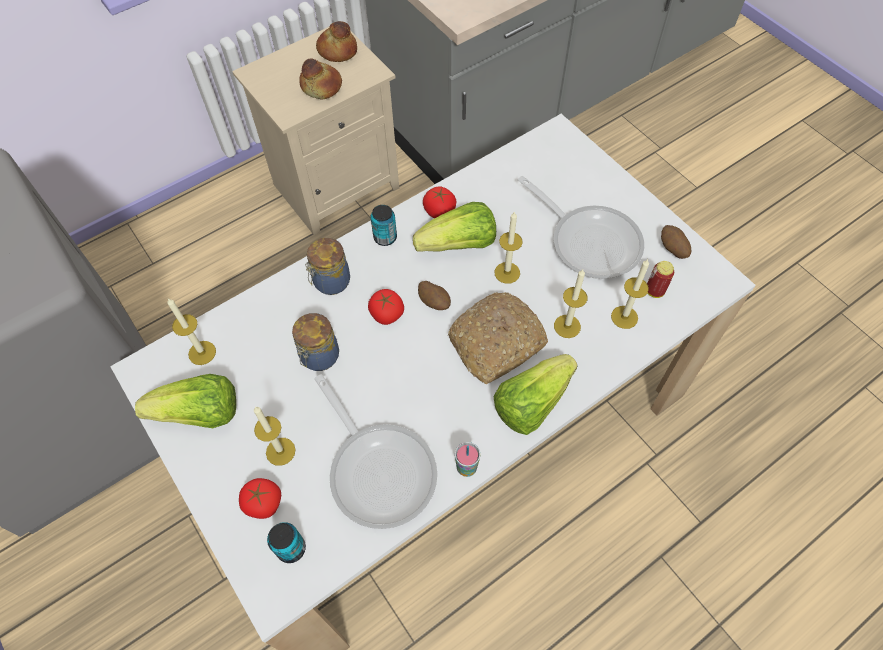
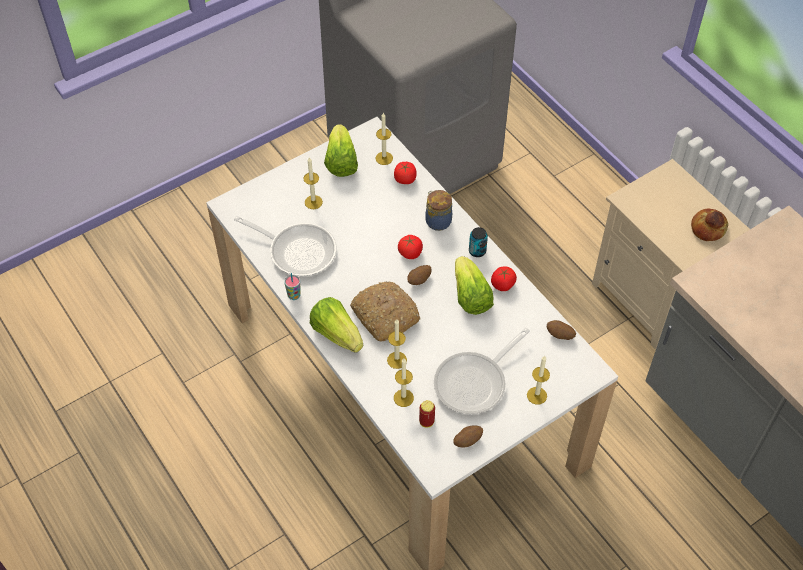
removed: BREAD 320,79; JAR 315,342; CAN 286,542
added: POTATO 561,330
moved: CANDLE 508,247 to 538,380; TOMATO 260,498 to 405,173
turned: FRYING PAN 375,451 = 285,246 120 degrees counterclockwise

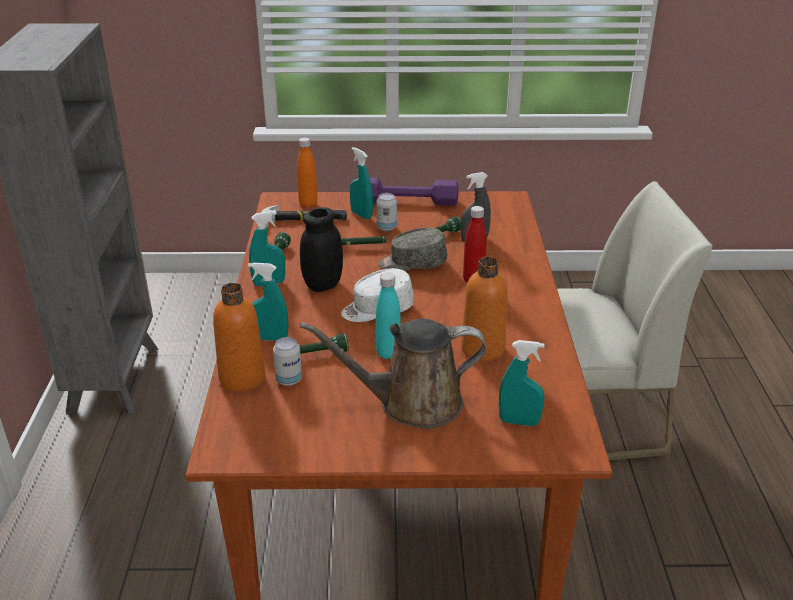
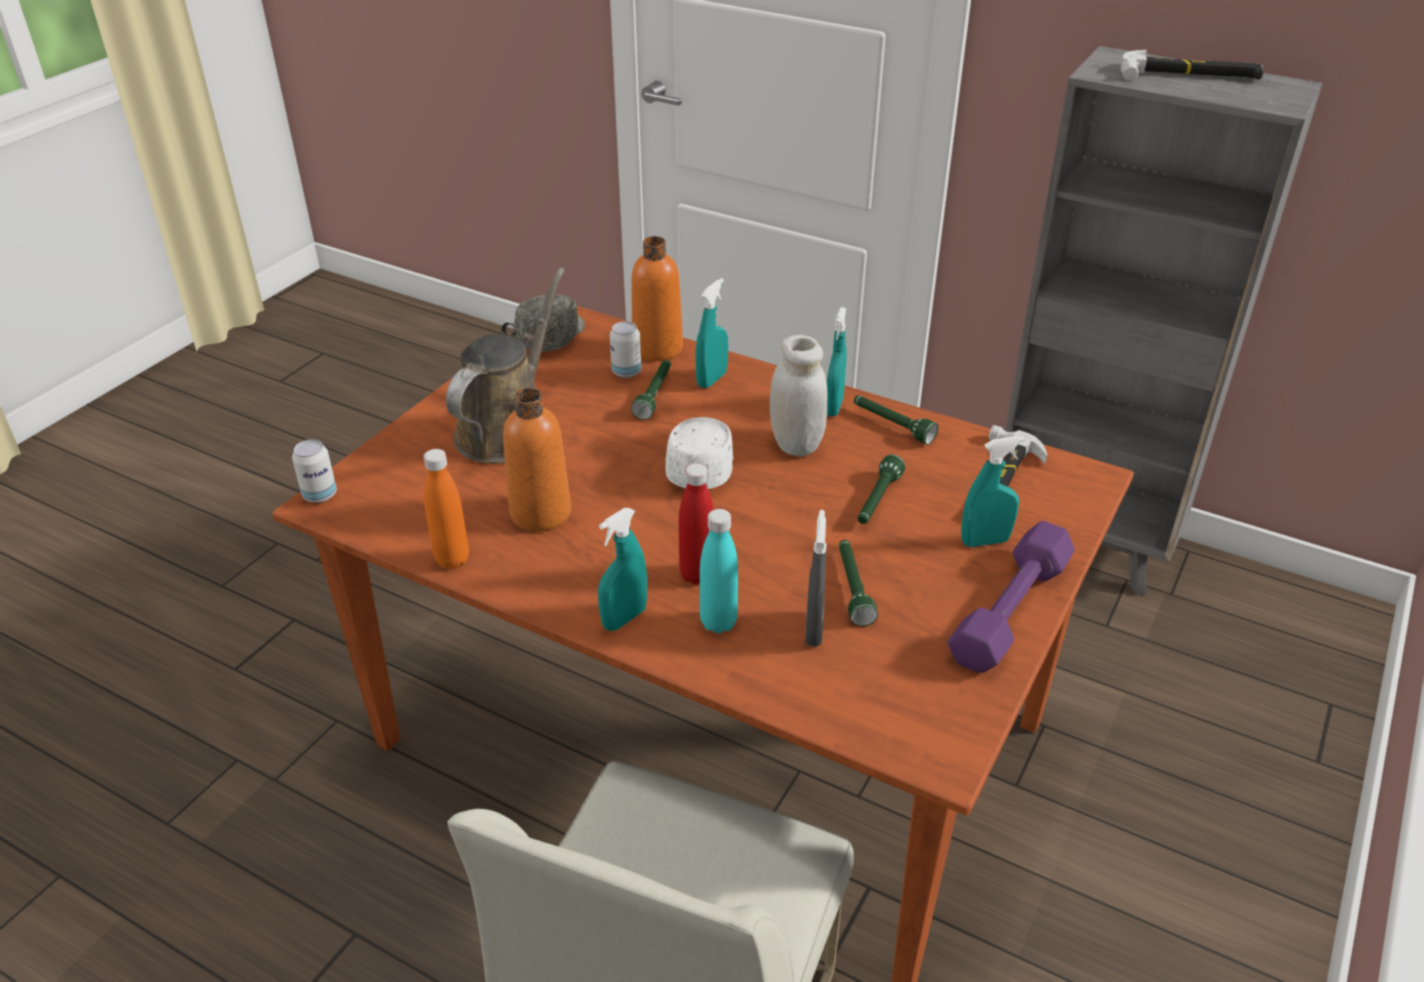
added: HAMMER 1192,65
moved: ORANGE BOTTLE 307,172 to 446,509; CAN 386,212 to 314,471; GREY CAP 412,249 to 549,323; TURQUOISE BOTTLE 388,316 to 719,571; TURQUOISE SPRAY BOTTLE 522,383 to 622,569
recoloured: BLACK JAR 321,249 to WHITE JAR 799,395

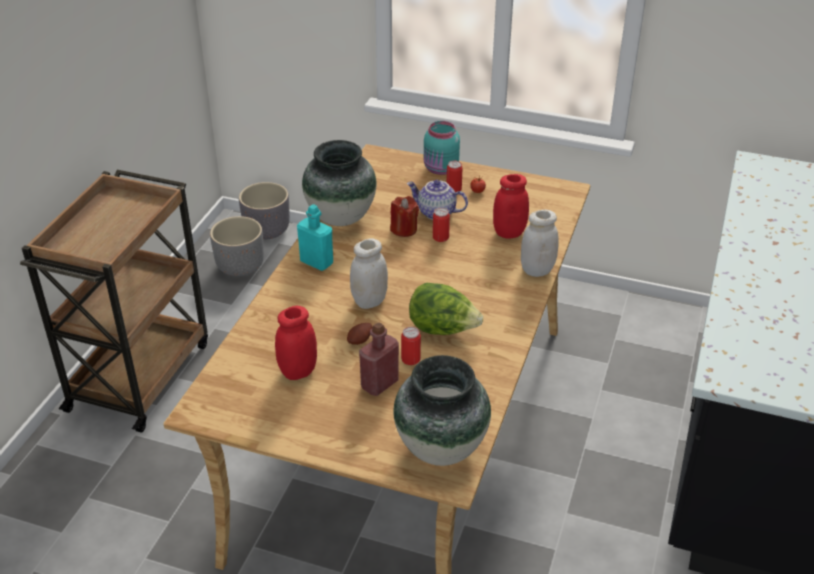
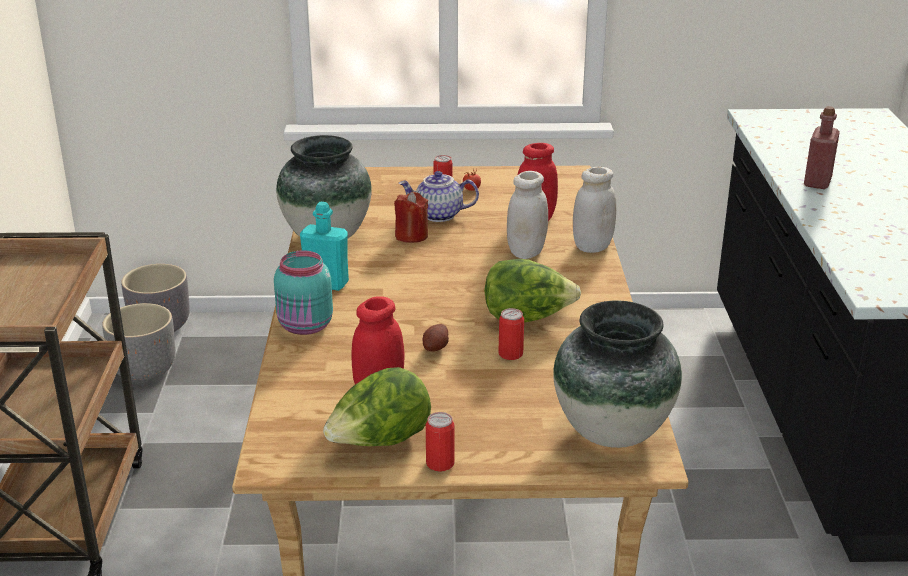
added: LETTUCE 377,406
moved: TURQUOISE JAR 442,148 to 303,292; CAN 441,225 to 440,442; WHITE JAR 369,273 to 527,215; RED BOTTLE 379,359 to 822,147

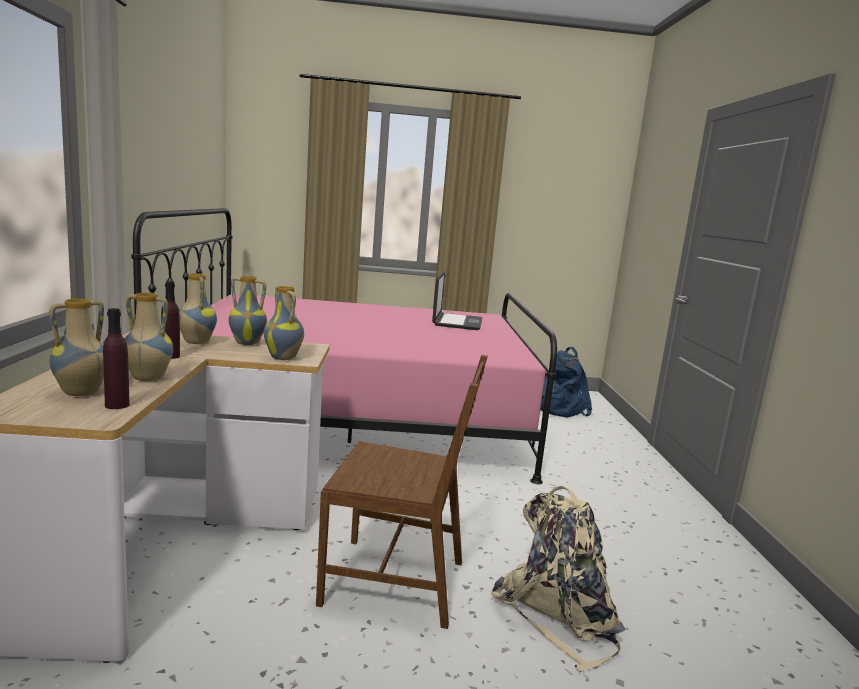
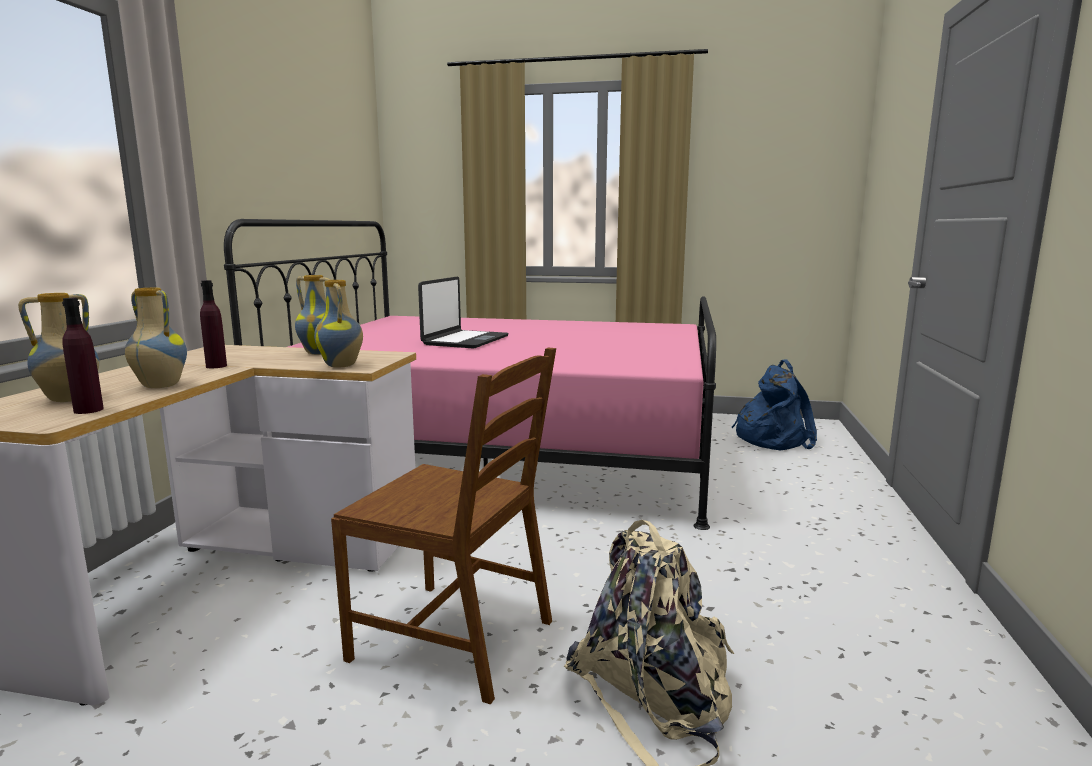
removed: VASE 198,308
moved: LAPTOP 457,301 to 463,312

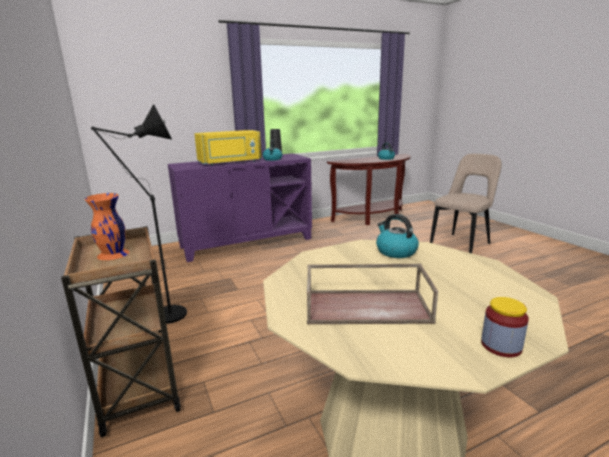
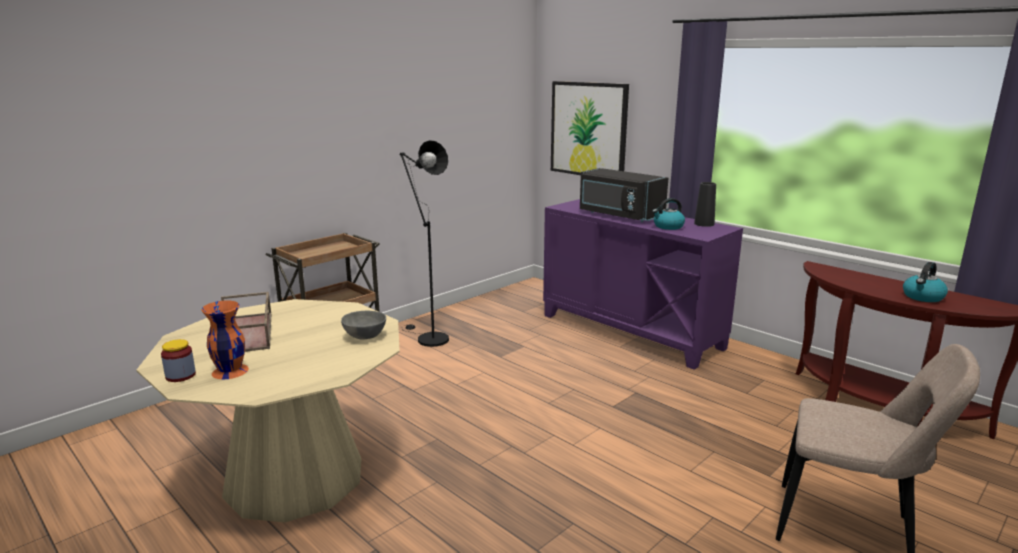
added: PICTURE 590,128
moved: ORANGE VASE 107,226 to 225,340
replaced: KETTLE 397,236 to GREY BOWL 363,325
recoloured: YELLOW MICROWAVE 227,148 to BLACK MICROWAVE 624,195

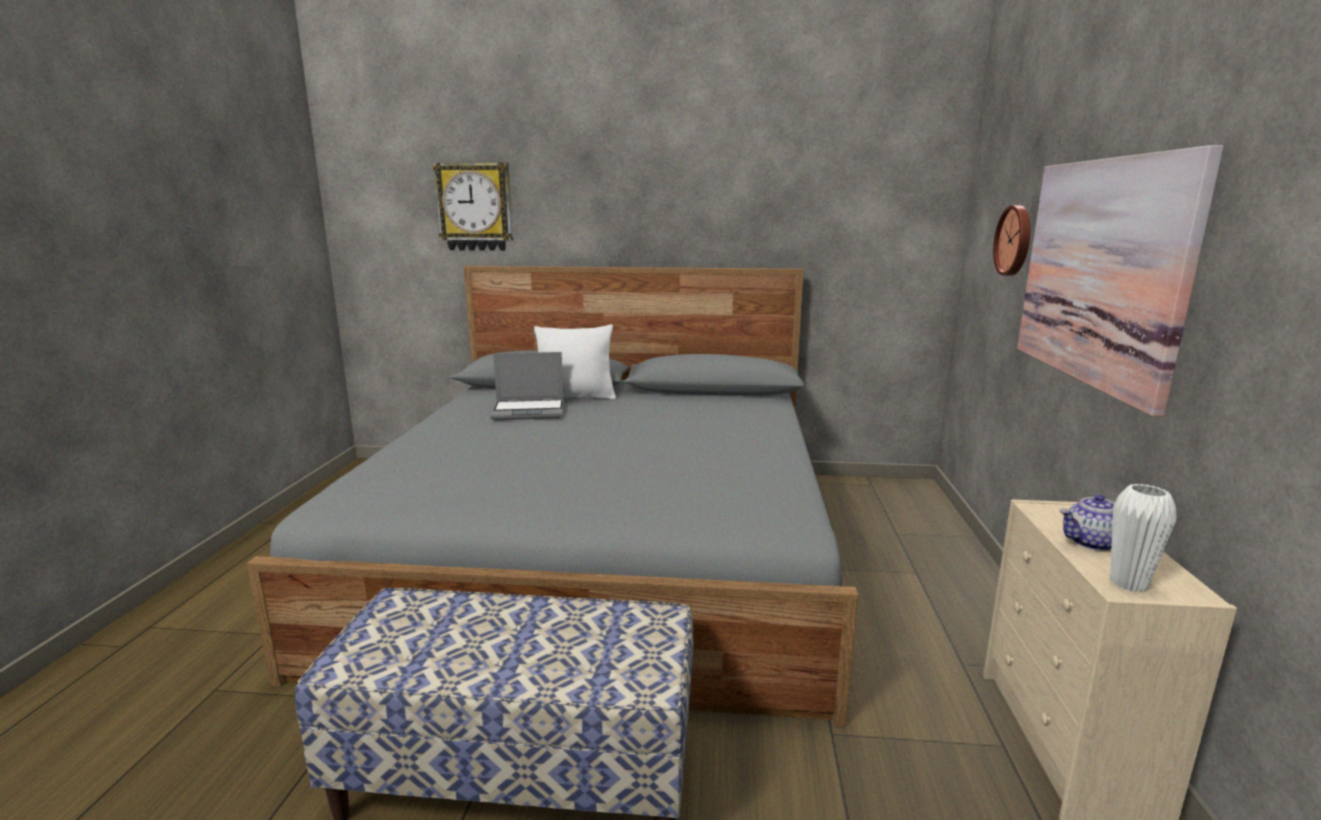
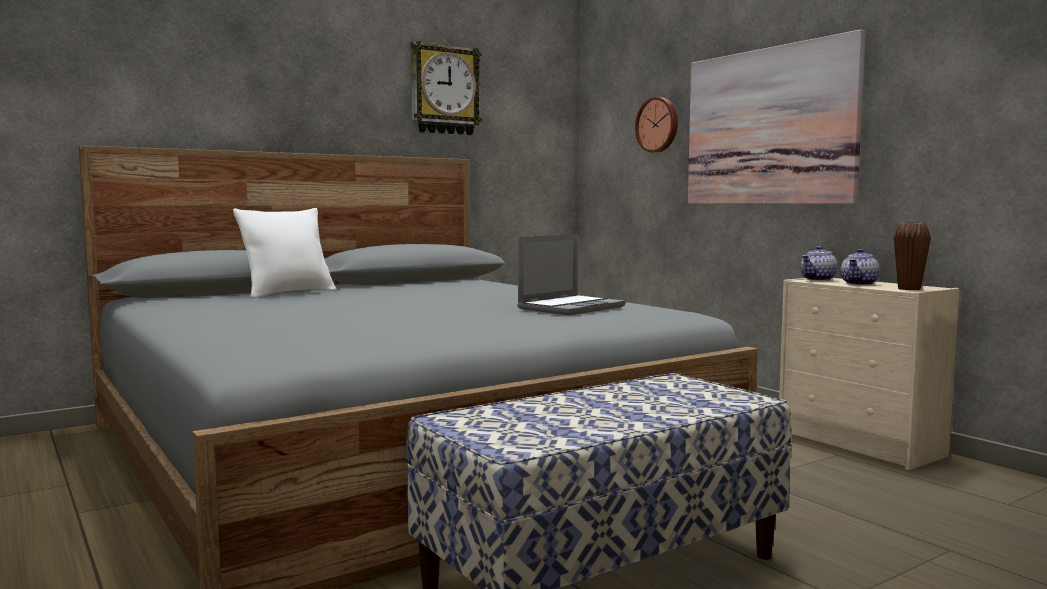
added: TEAPOT 819,263
moved: WALL CLOCK 473,206 to 446,88; LAPTOP 527,386 to 571,274
recoloured: WHITE VASE 1143,538 to BROWN VASE 912,256

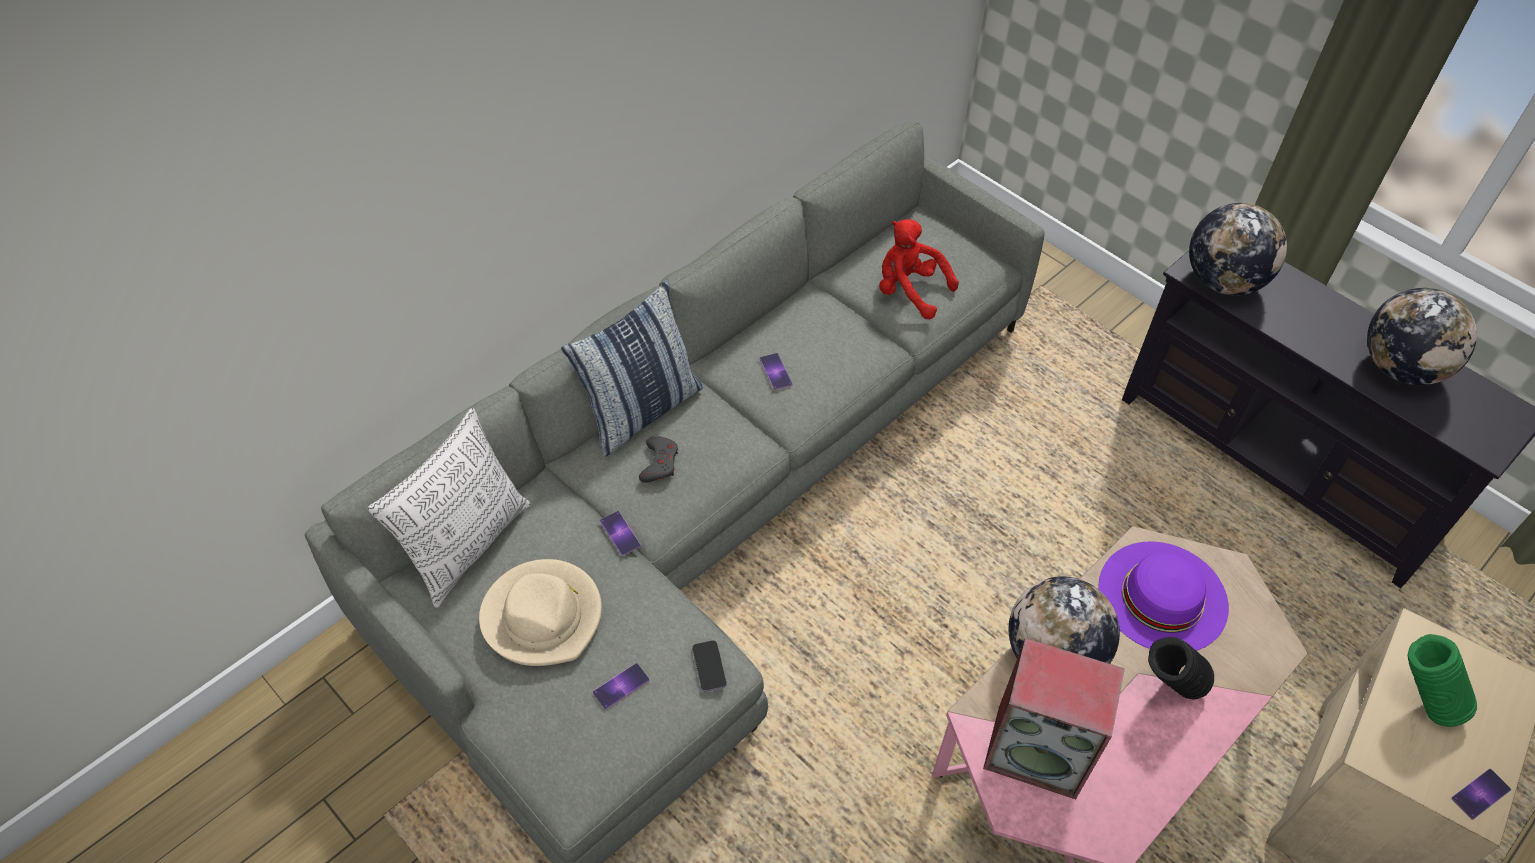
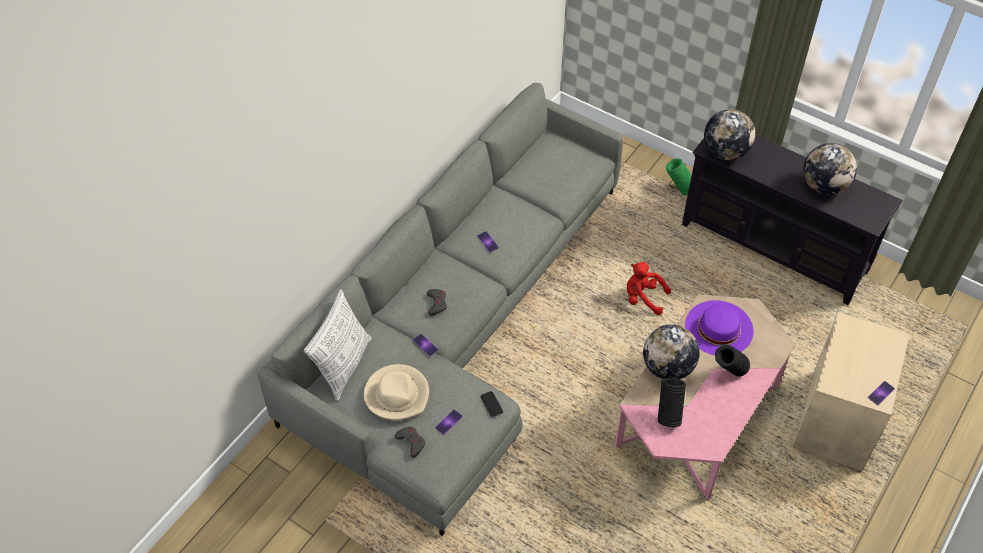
removed: PILLOW 632,368
added: GREY GAME CONTROLLER 410,442
moved: RED PLUSH TOY 919,269 to 649,288; GREEN VASE 1442,680 to 679,176
replaced: SPEAKER 1054,718 to BLACK VASE 672,402

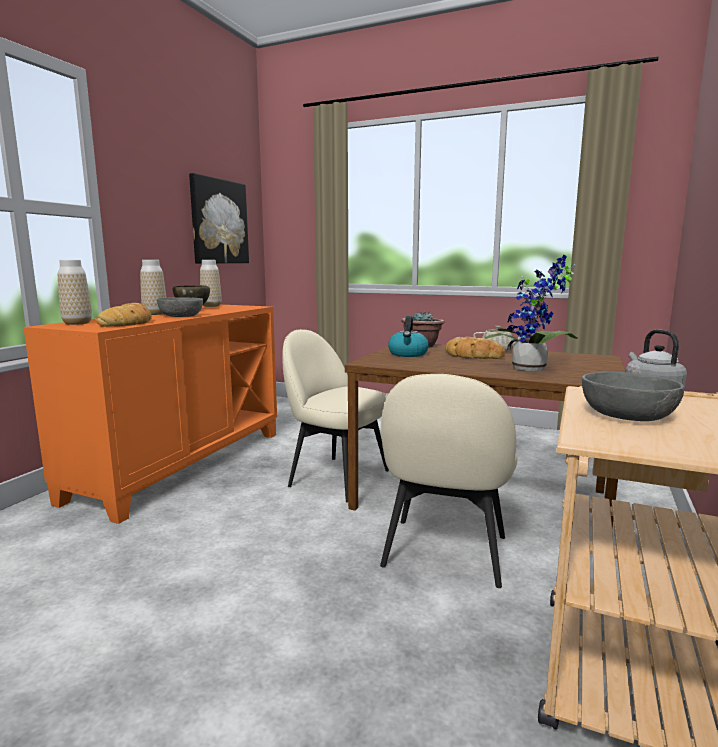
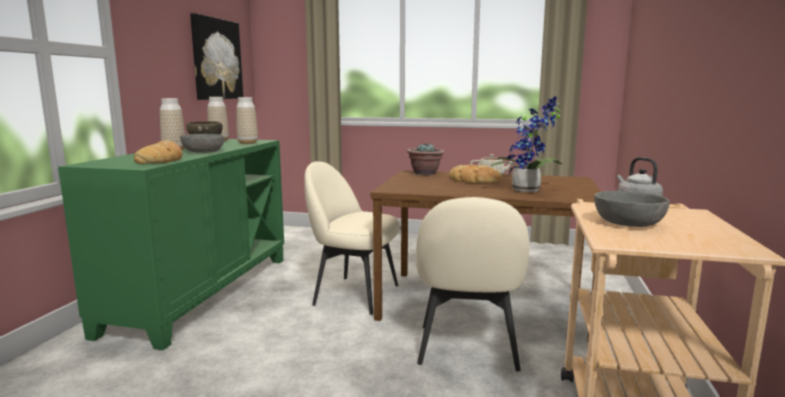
removed: KETTLE 408,336
moved: VASE 75,292 to 247,120
recoloured: ORANGE CABINET 150,414 to GREEN CABINET 171,244

